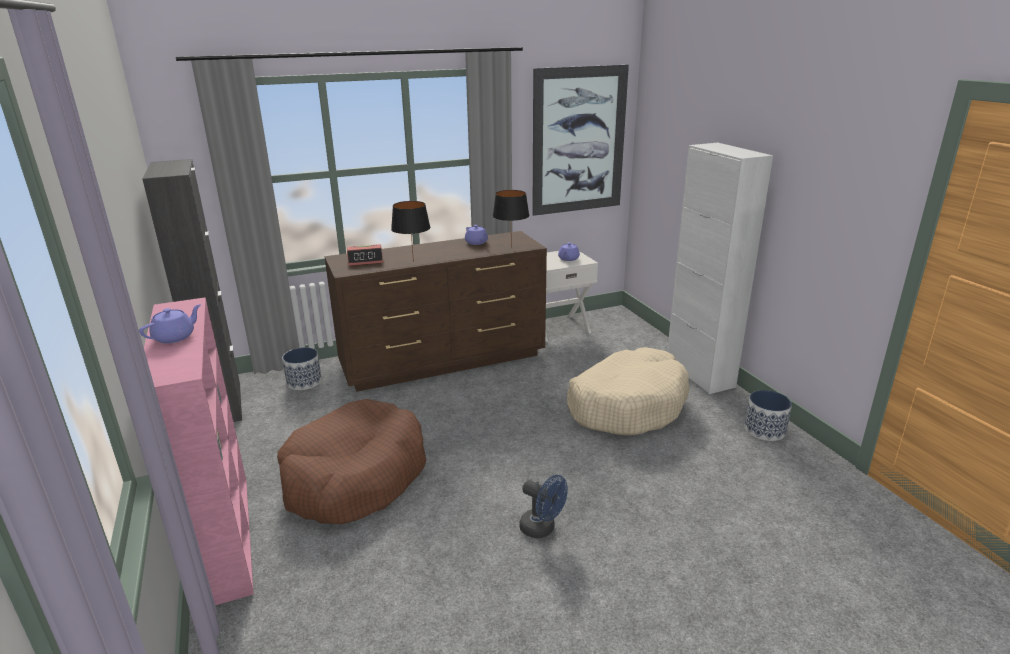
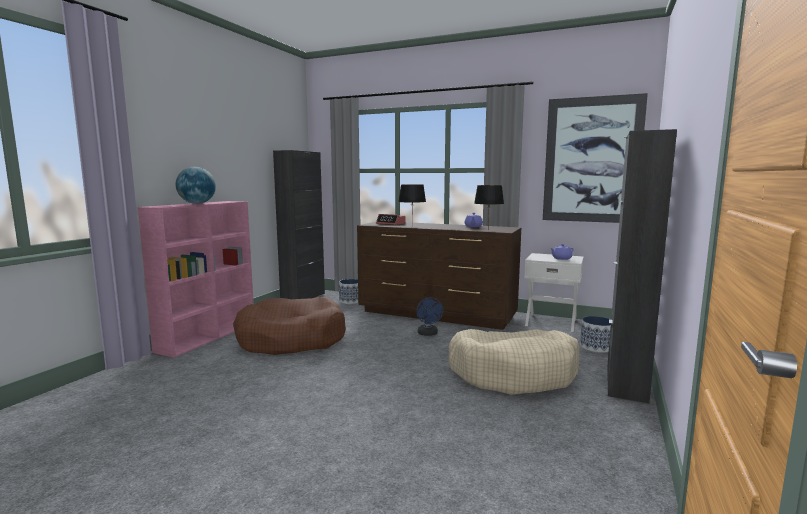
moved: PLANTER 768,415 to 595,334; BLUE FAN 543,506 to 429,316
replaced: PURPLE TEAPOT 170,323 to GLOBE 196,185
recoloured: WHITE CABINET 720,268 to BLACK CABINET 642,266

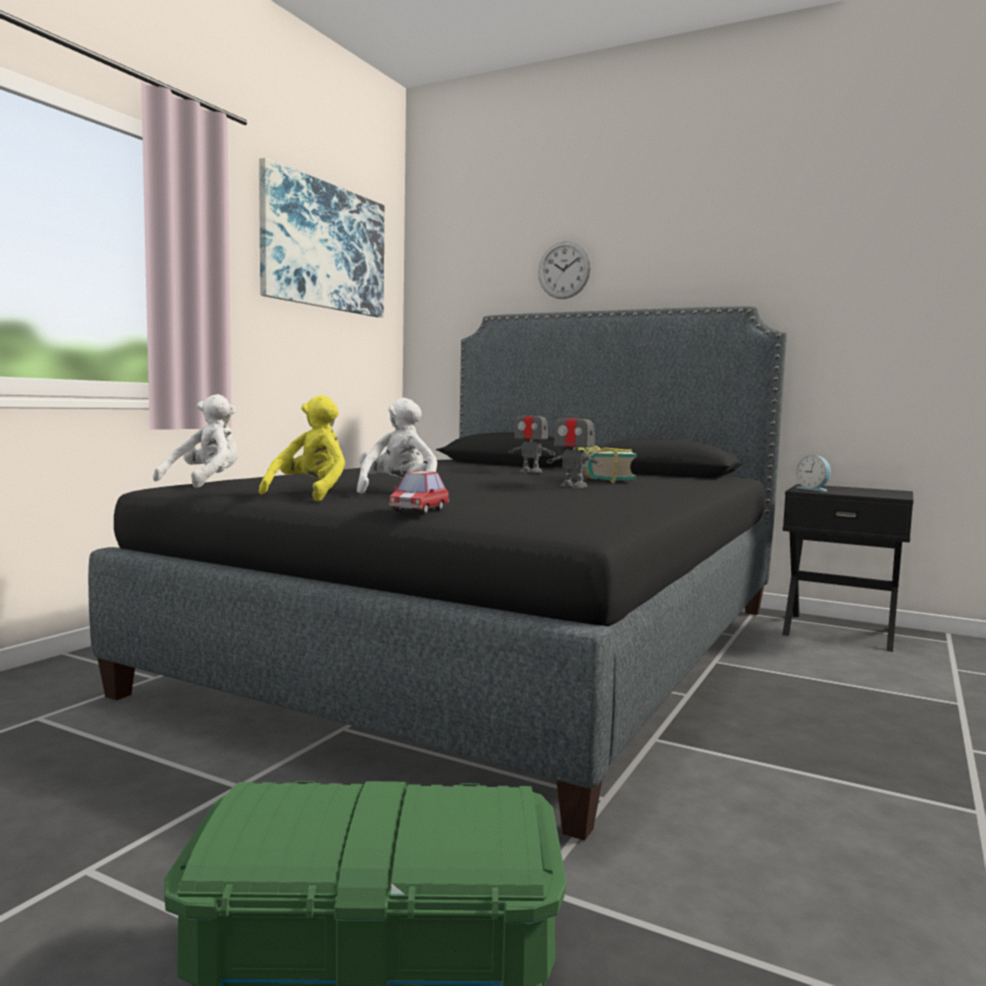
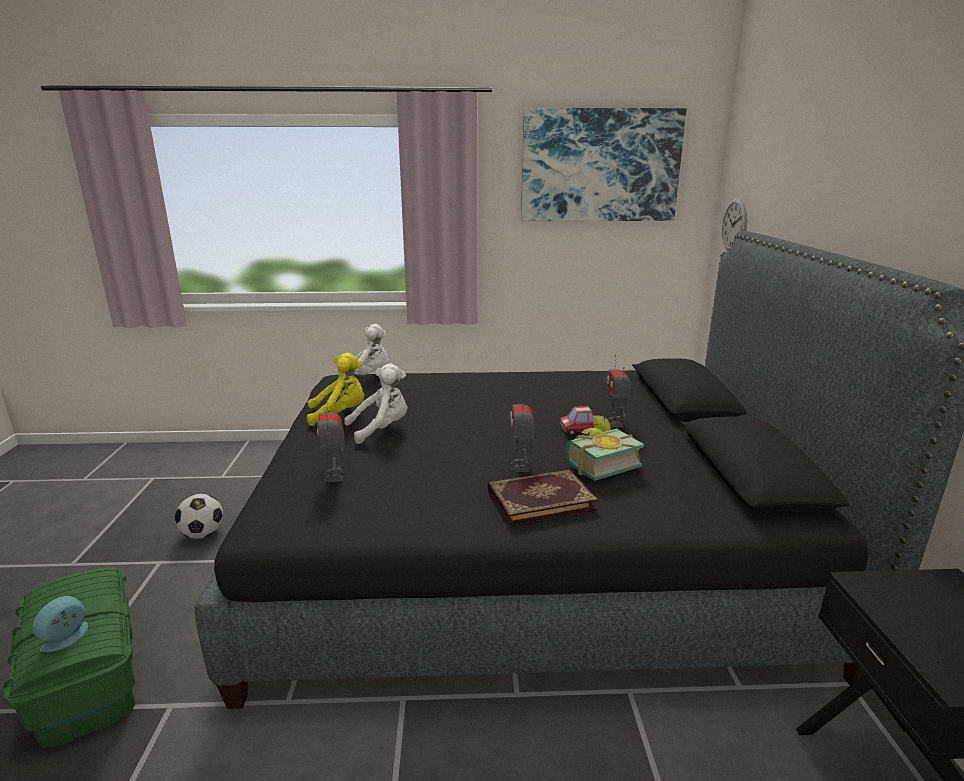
added: TOY ROBOT 331,438; BOOK 543,498; FOOTBALL 199,516
moved: WALL CLOCK 564,270 to 734,224; ALARM CLOCK 813,473 to 60,624; TOY CAR 419,492 to 578,420

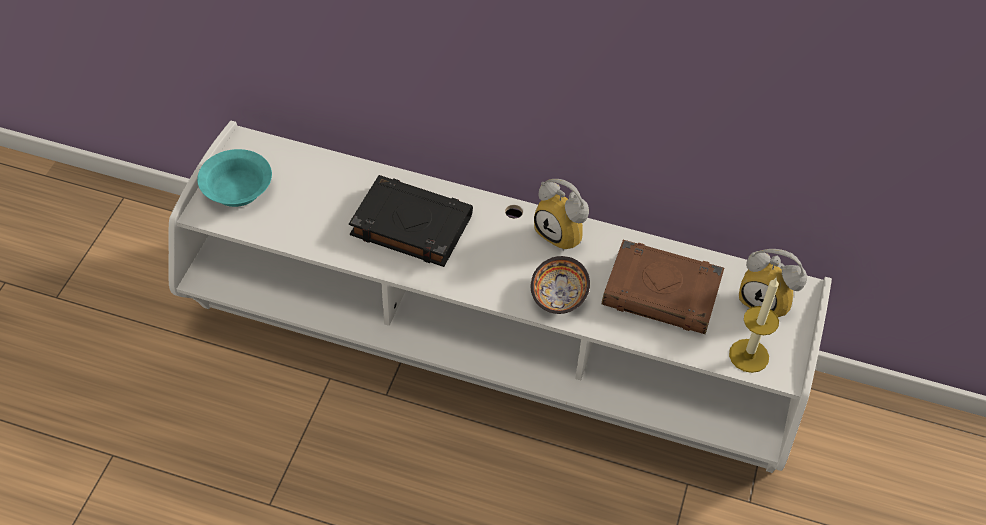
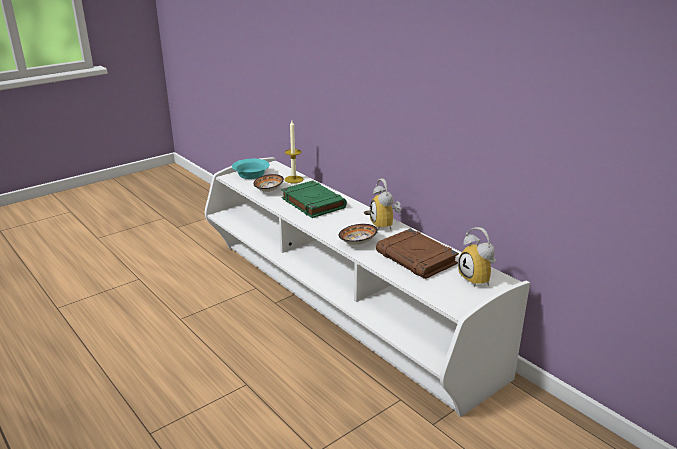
added: BOWL 268,183
moved: CANDLE 754,325 to 294,152
recoloured: BLACK BOOK 411,221 to GREEN BOOK 314,199

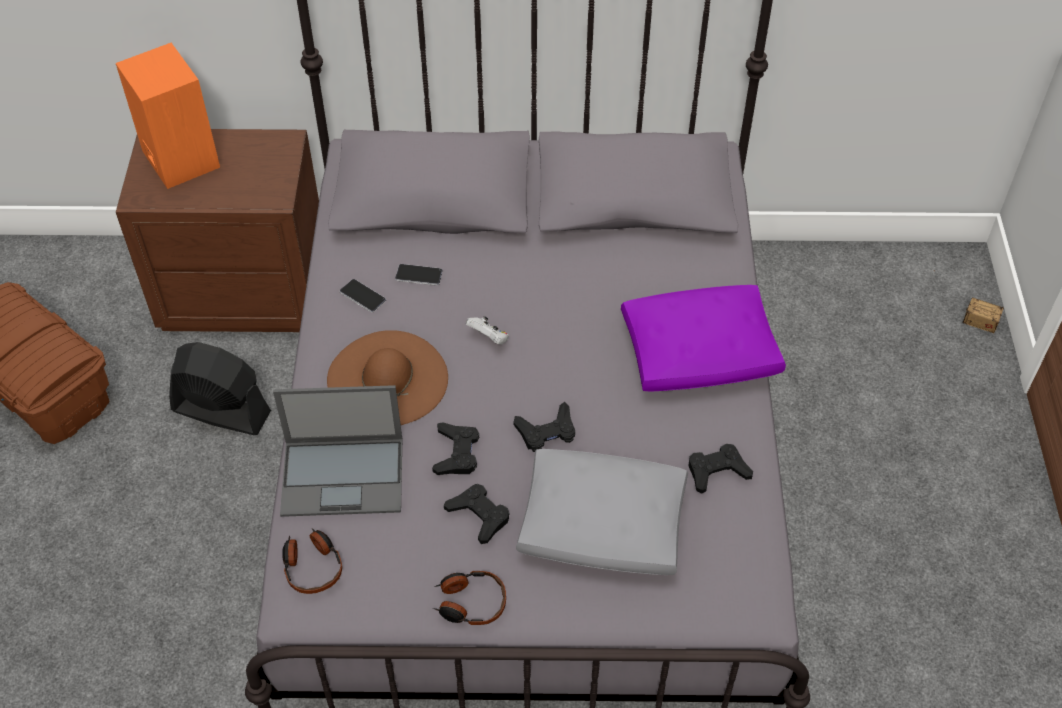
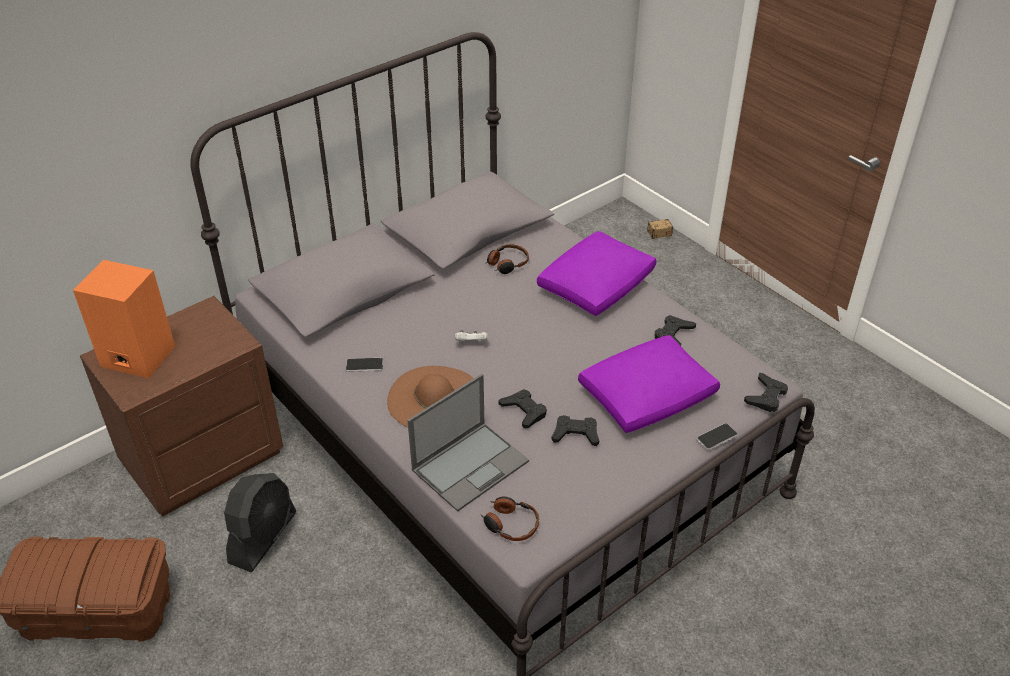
moved: PHONE 419,275 to 717,436; BLACK GAME CONTROLLER 544,427 to 766,392; HEADPHONES 469,598 to 507,259
recoloured: GREY PILLOW 602,512 to PURPLE PILLOW 649,384
turned: BLACK FAN 220,388 = 260,522 135 degrees clockwise

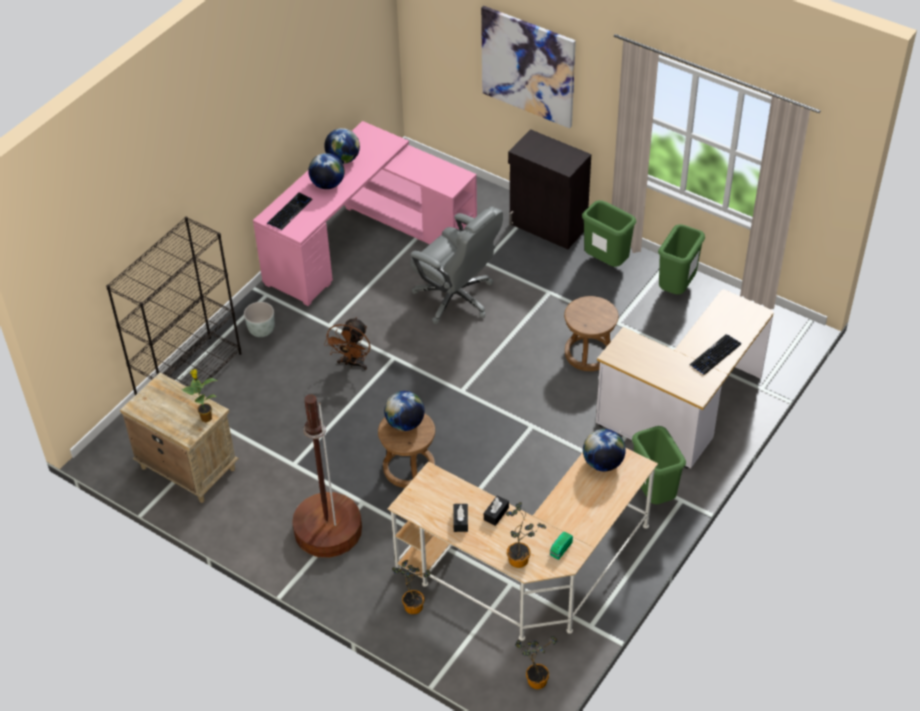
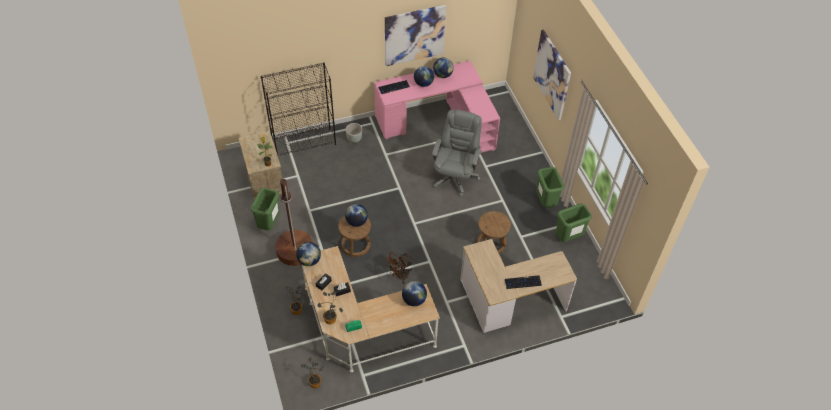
removed: BLACK CABINET 549,189
added: PICTURE 415,35; GLOBE 308,254
moved: BROWN FAN 347,343 to 399,268; GREEN TRASH CAN 659,465 to 265,209
turned: GREY OFFICE CHAIR 456,265 = 457,153 150 degrees counterclockwise

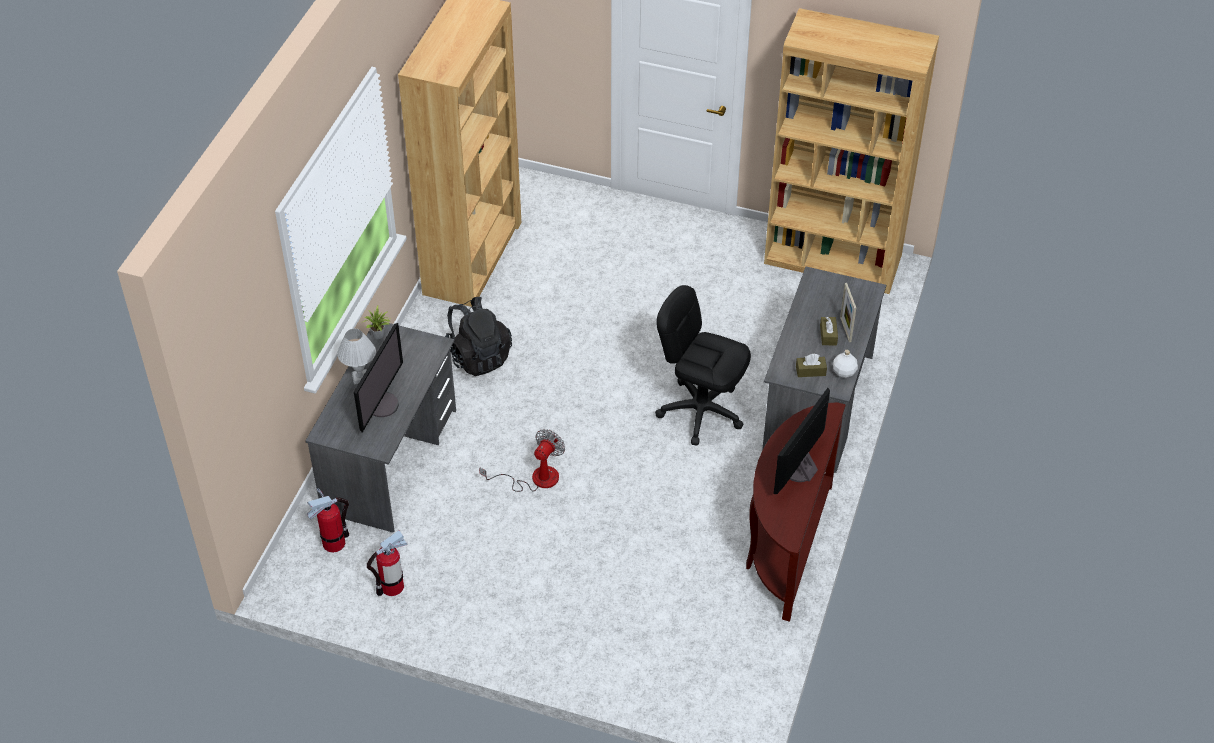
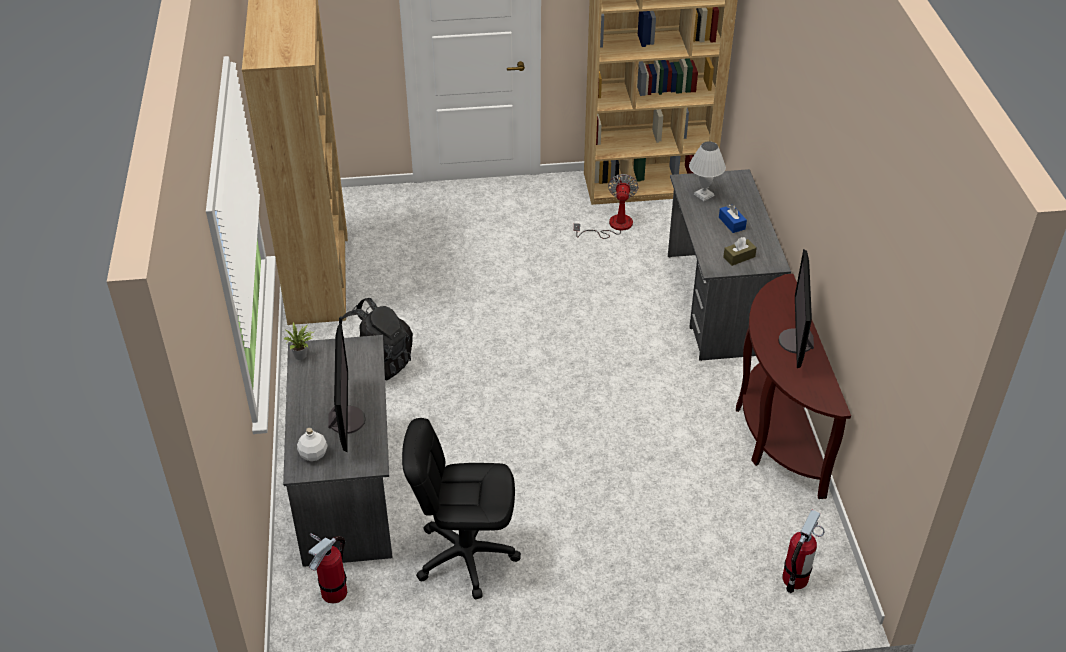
removed: PICTURE FRAME 848,312
moved: BLACK OFFICE CHAIR 703,365 to 461,509; WHITE TABLE LAMP 356,357 to 707,171; WHITE BOTTLE 845,363 to 312,444; FAN 522,460 to 606,206; FIRE EXTINGUISHER 387,563 to 803,551
recoloured: BROWN TISSUE BOX 829,331 to BLUE TISSUE BOX 733,218

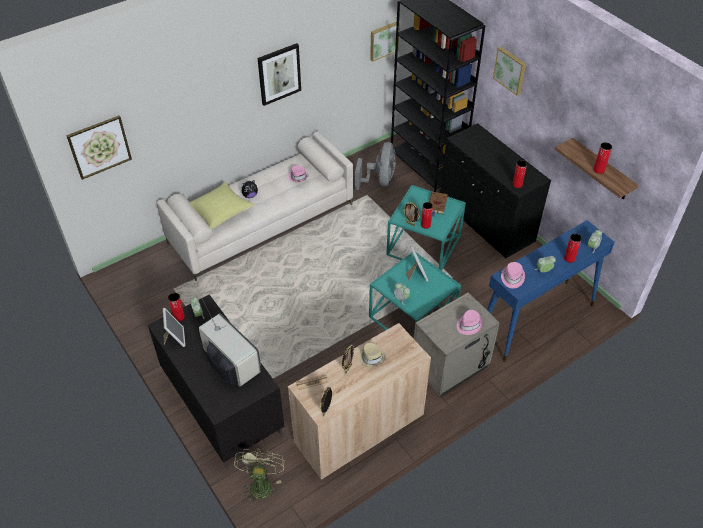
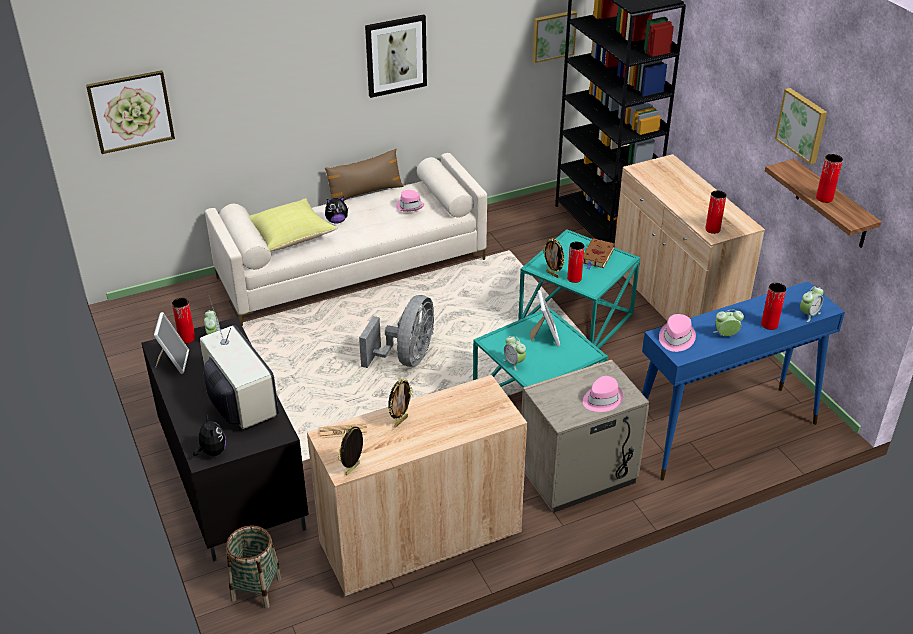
removed: BEIGE HAT 371,355
added: BROWN PILLOW 364,175; PLUSH TOY 209,436
moved: PICTURE 509,71 to 801,126; GREY FAN 375,166 to 396,331
replaced: GREEN FAN 259,477 to BASKET 254,567
recoloured: BLACK CABINET 495,191 to BEIGE CABINET 689,237

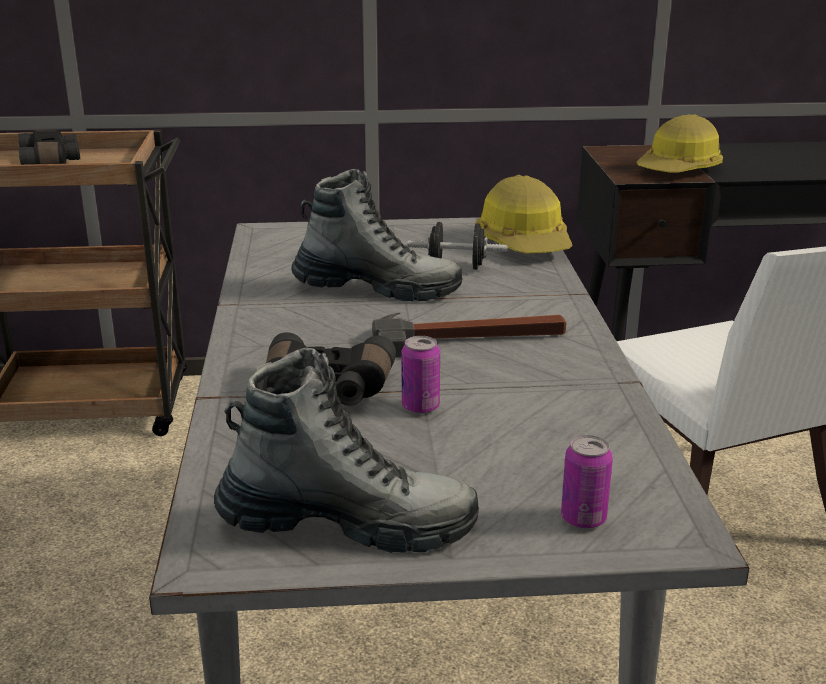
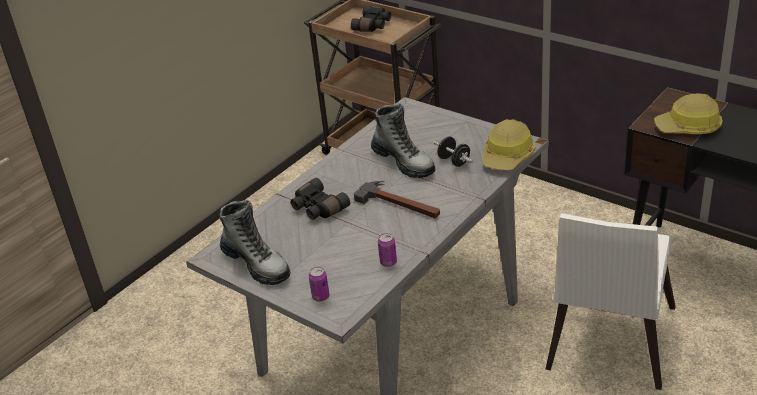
moved: CAN 420,375 to 387,250

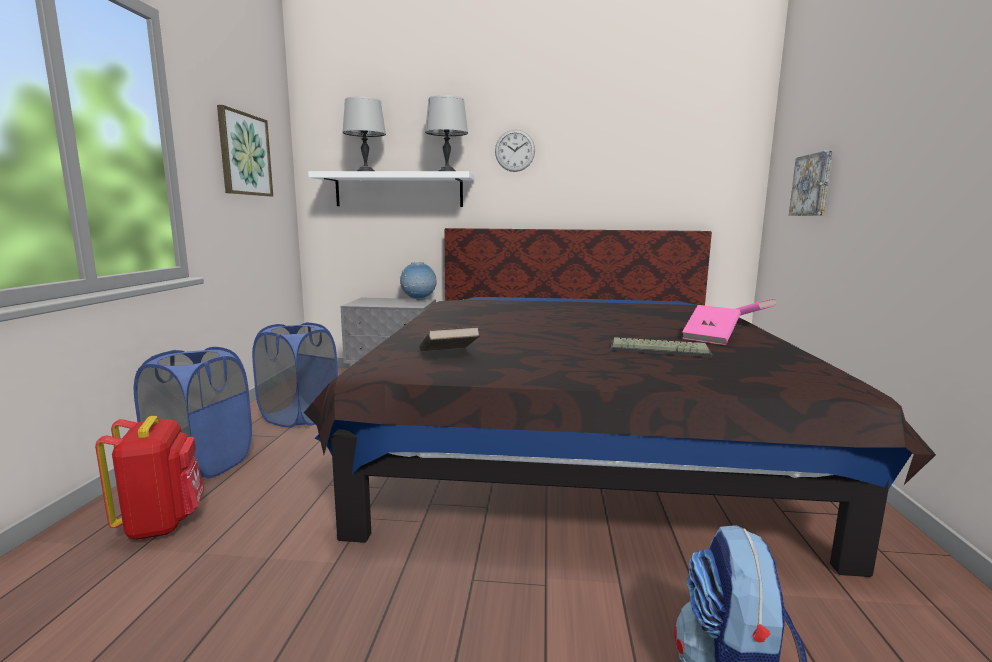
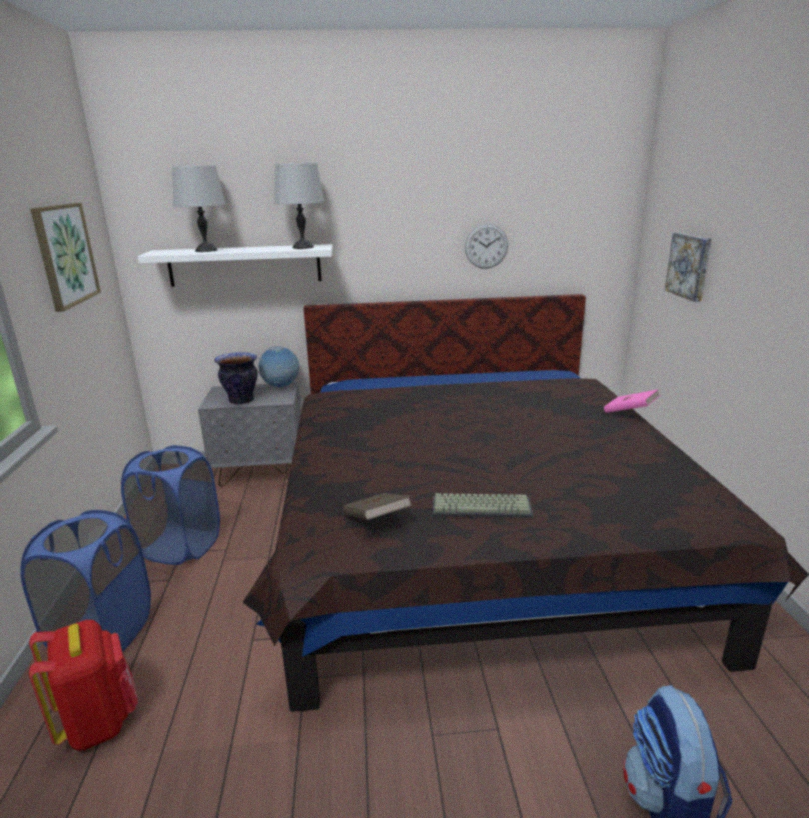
removed: PINK BOOK 711,325
added: VASE 236,378
moved: WALL CLOCK 515,150 to 486,246; KEYBOARD 661,347 to 483,505

